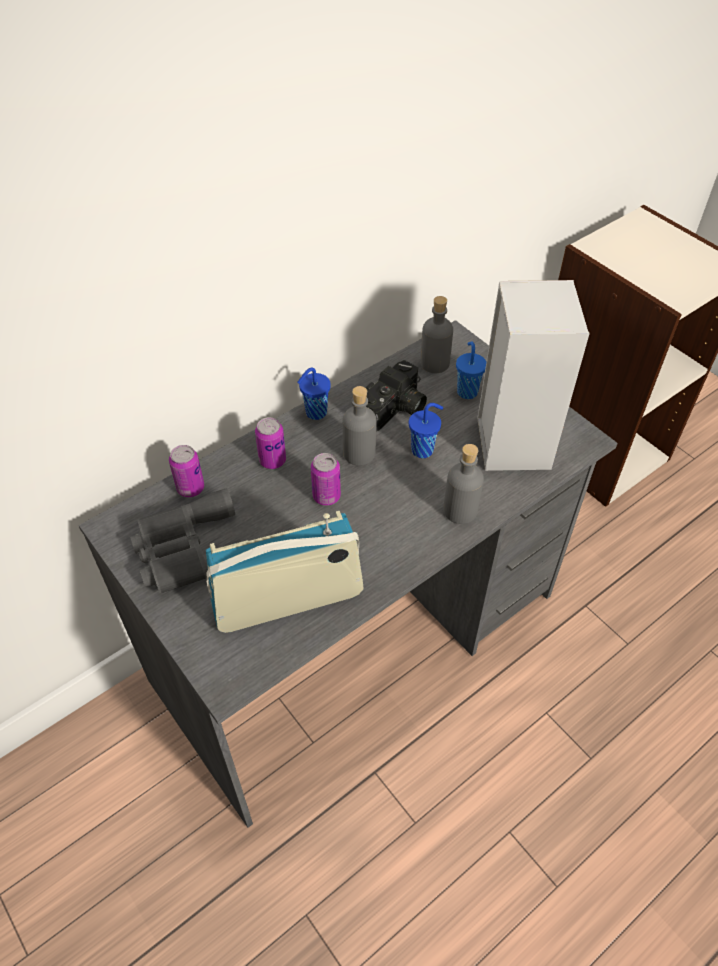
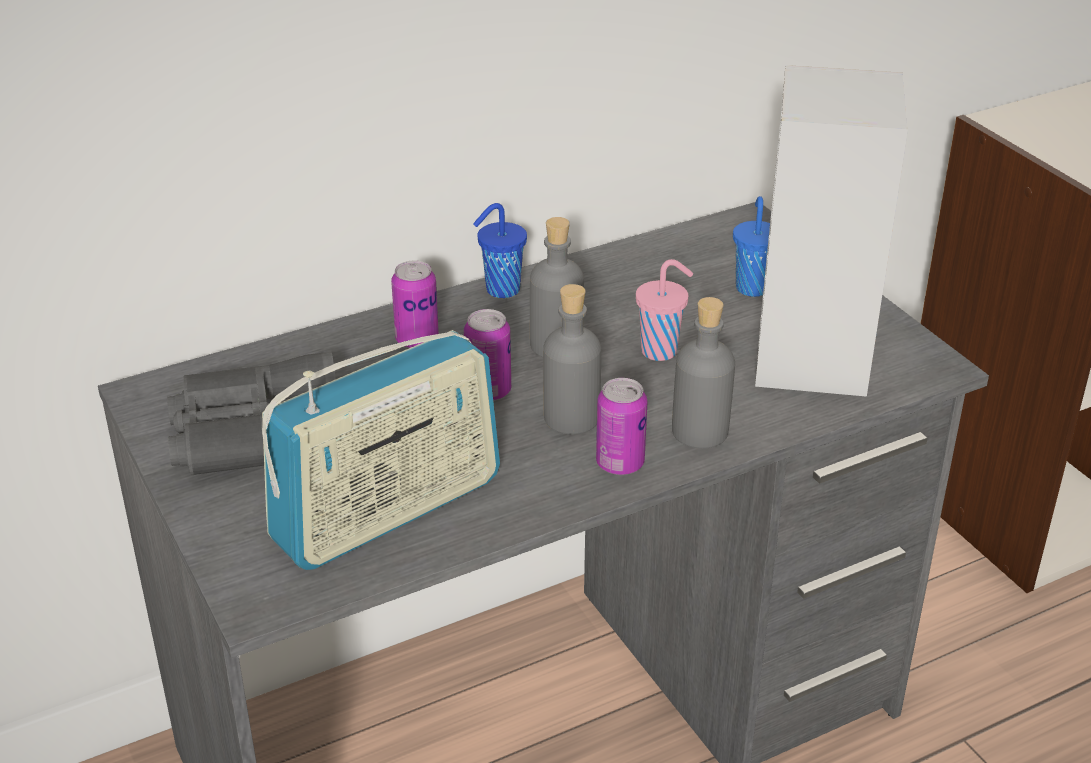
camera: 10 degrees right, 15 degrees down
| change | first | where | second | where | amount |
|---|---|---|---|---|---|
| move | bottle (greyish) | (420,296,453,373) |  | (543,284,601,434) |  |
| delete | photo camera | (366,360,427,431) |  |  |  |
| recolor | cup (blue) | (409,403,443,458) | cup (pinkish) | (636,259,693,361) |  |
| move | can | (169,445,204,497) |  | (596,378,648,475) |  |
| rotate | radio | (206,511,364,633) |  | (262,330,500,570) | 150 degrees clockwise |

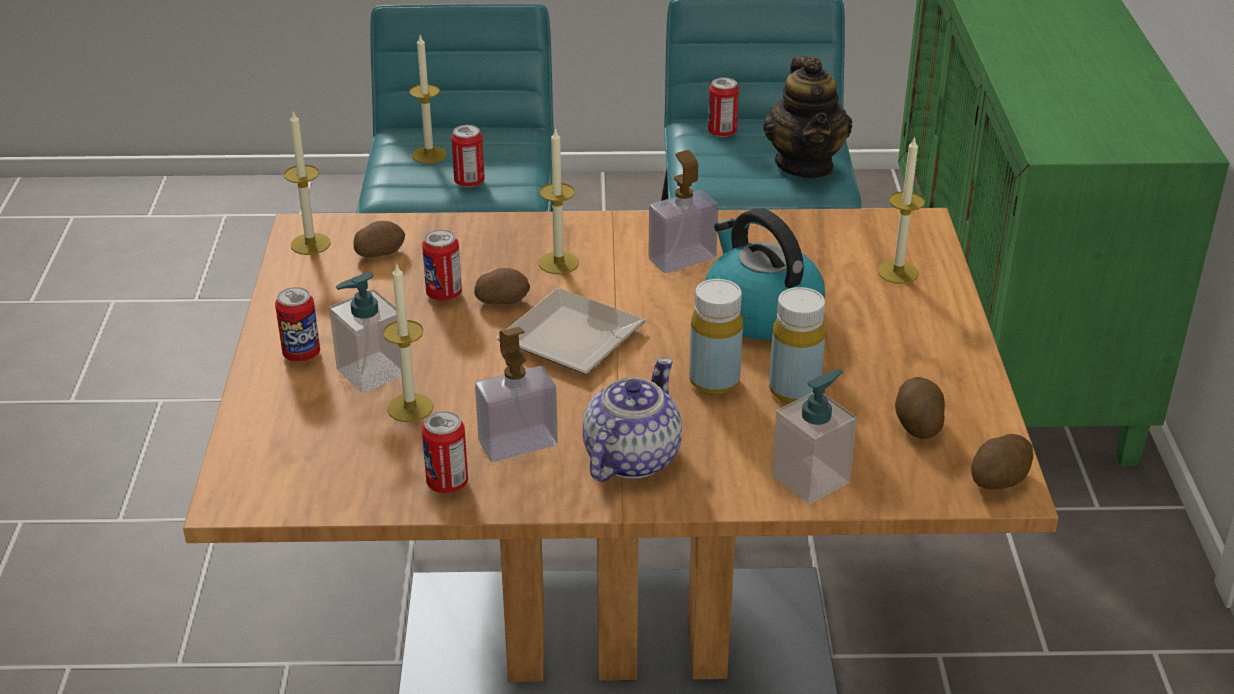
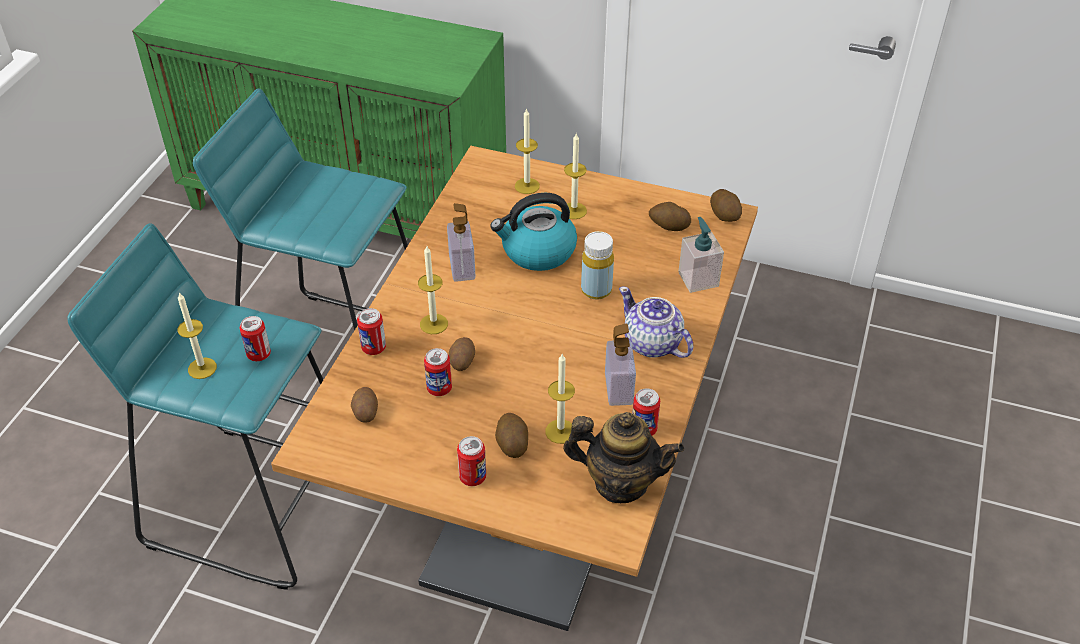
camera: 70 degrees left, 10 degrees up
| change | first | where | second | where | amount |
|---|---|---|---|---|---|
| move | tea pot | (763,56,852,178) |  | (563,412,684,503) |  |
| move | can | (708,77,739,137) |  | (357,308,386,355) |  |
| move | wax candle | (284,110,331,255) |  | (561,134,587,219) |  |
| replace | soap bottle | (329,272,402,393) | spud | (495,413,528,458) |  |
| delete | bottle (yellow-coloured) | (769,287,826,403) |  |  |  |
| delete | flat dish | (496,288,646,374) |  |  |  |

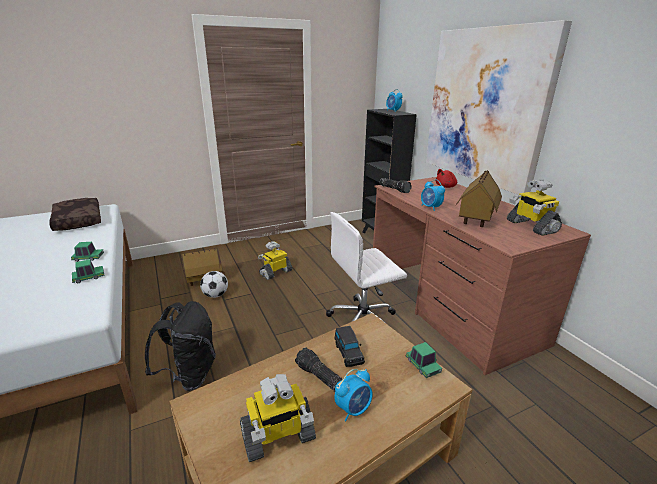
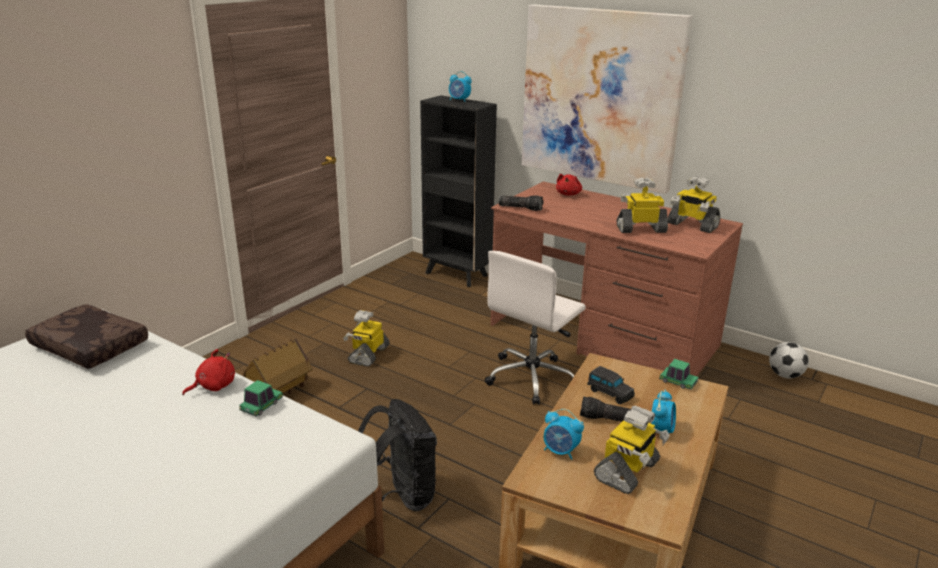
camera: 30 degrees left, 0 degrees up
| change | first | where | second | where | amount |
|---|---|---|---|---|---|
| replace | miniature house | (456,170,502,227) | toy robot | (617,177,668,233) |  |
| move | bedside clock | (421,180,445,211) |  | (544,409,584,460) |  |
| replace | model car | (71,242,104,262) | soft toy (red) | (182,349,235,395) |  |
| move | football ball | (200,271,228,298) |  | (769,342,809,378) |  |

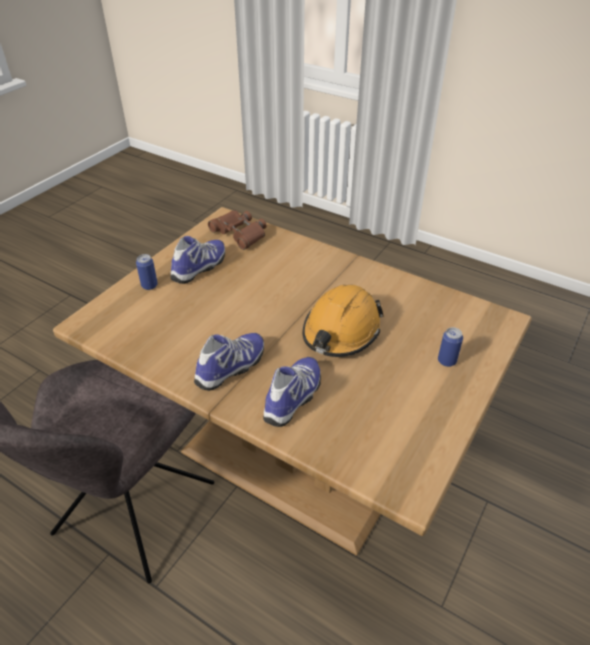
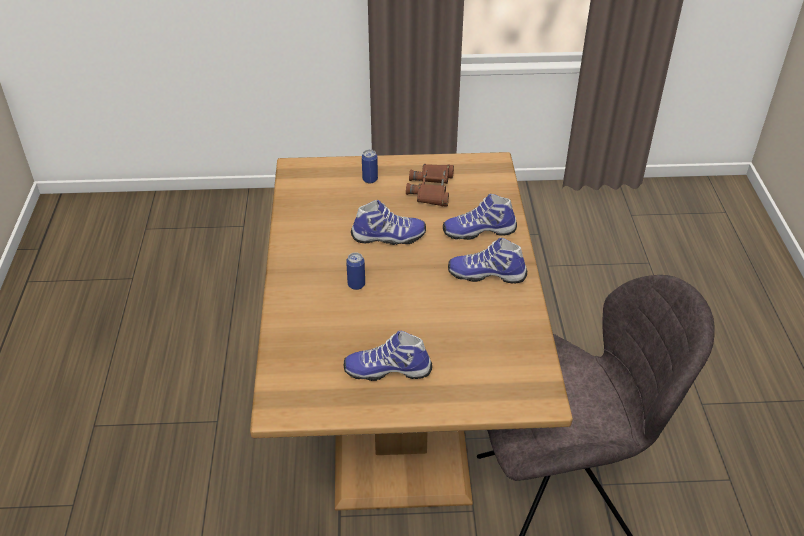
camera: 125 degrees left, 0 degrees up
| change | first | where | second | where | amount |
|---|---|---|---|---|---|
| move | field glasses (brown) | (208,210,267,250) |  | (406,164,454,207) |  |
| move | can | (136,254,158,290) |  | (346,252,365,290) |  |
| replace | safety helmet (orange-coloured) | (302,285,384,357) | low shoe | (351,200,426,245) |  |

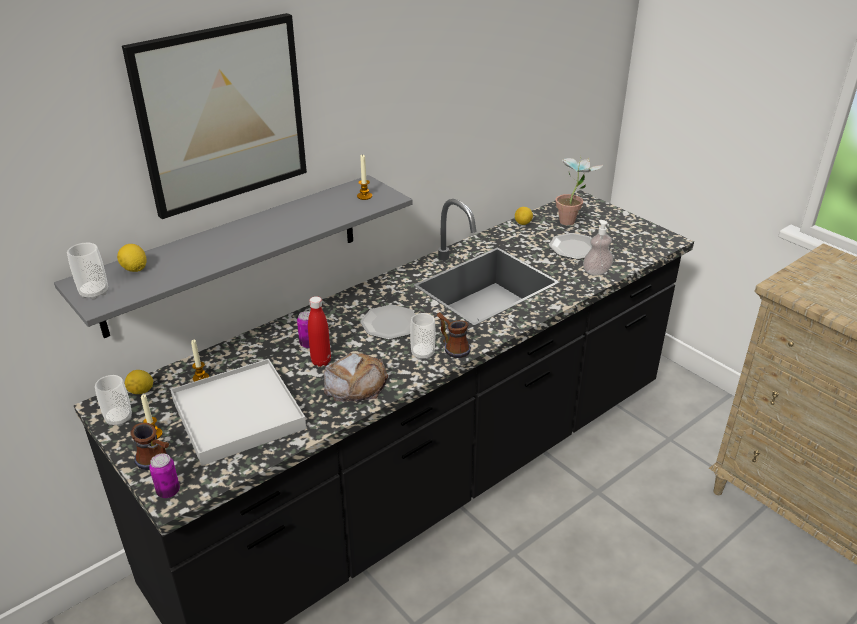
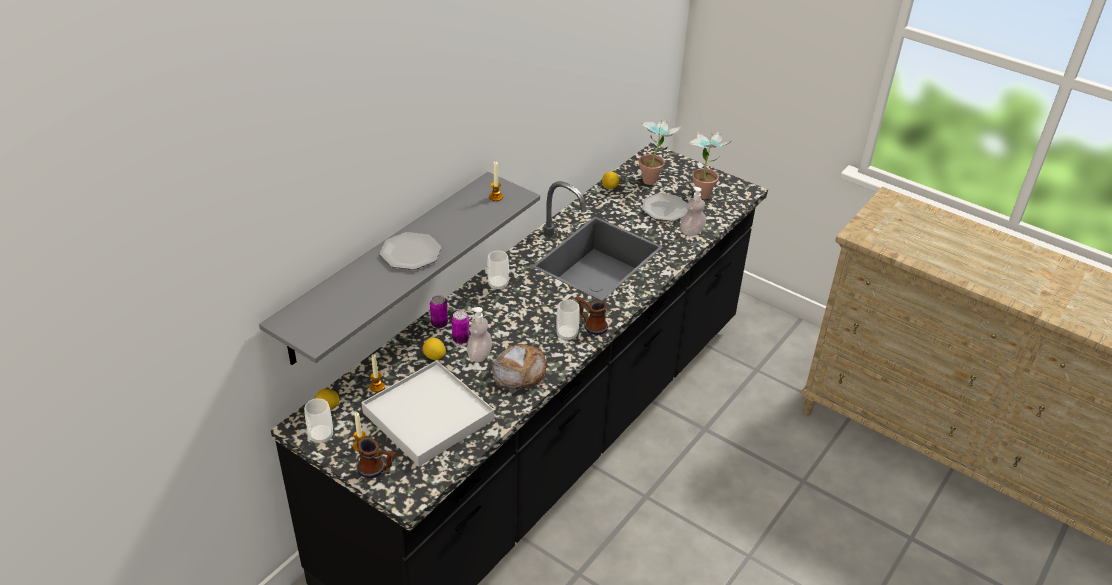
camera: 15 degrees left, 5 degrees up
| change | first | where | second | where | amount |
|---|---|---|---|---|---|
| delete | wall picture | (122,13,307,219) |  |  |  |
| move | cup | (67,243,108,300) |  | (487,251,509,290) |  |
| move | lemon | (117,244,147,272) |  | (423,338,446,360) |  |
| replace | bottle (red) | (308,296,331,367) | soap bottle | (467,307,492,362) |  |
| move | flat dish | (360,305,415,340) |  | (379,232,441,270) |  |
| move | can | (149,453,180,498) |  | (430,295,448,328) |  |
| insert |  |  | houseplant | (689,131,731,199) |  |

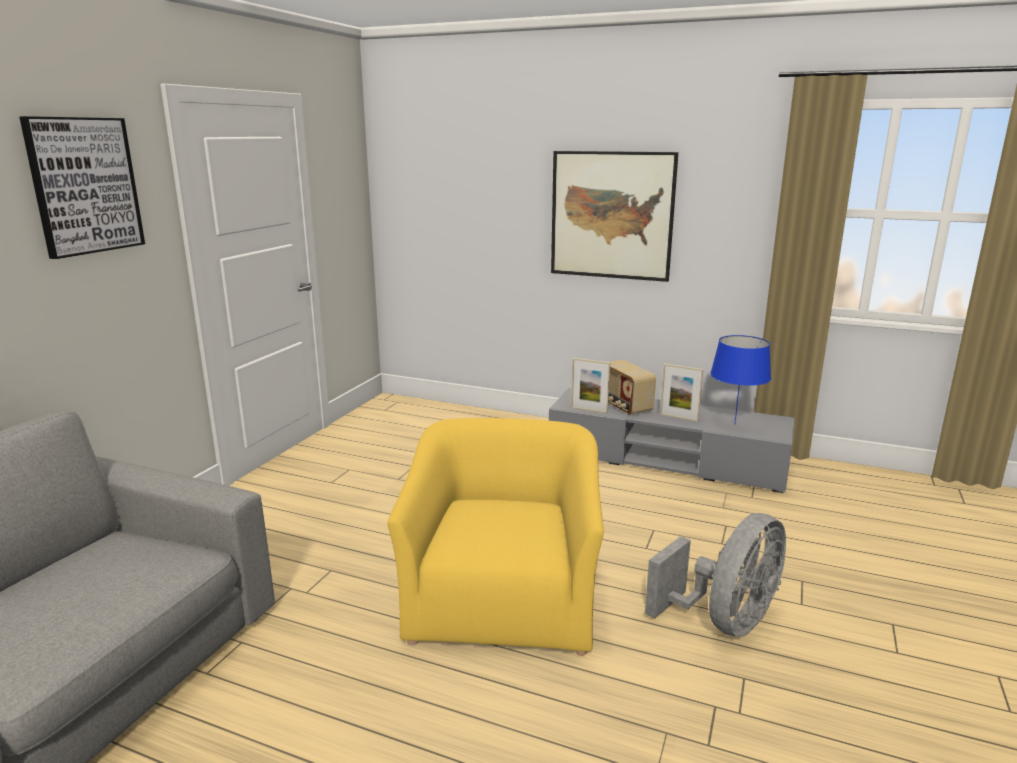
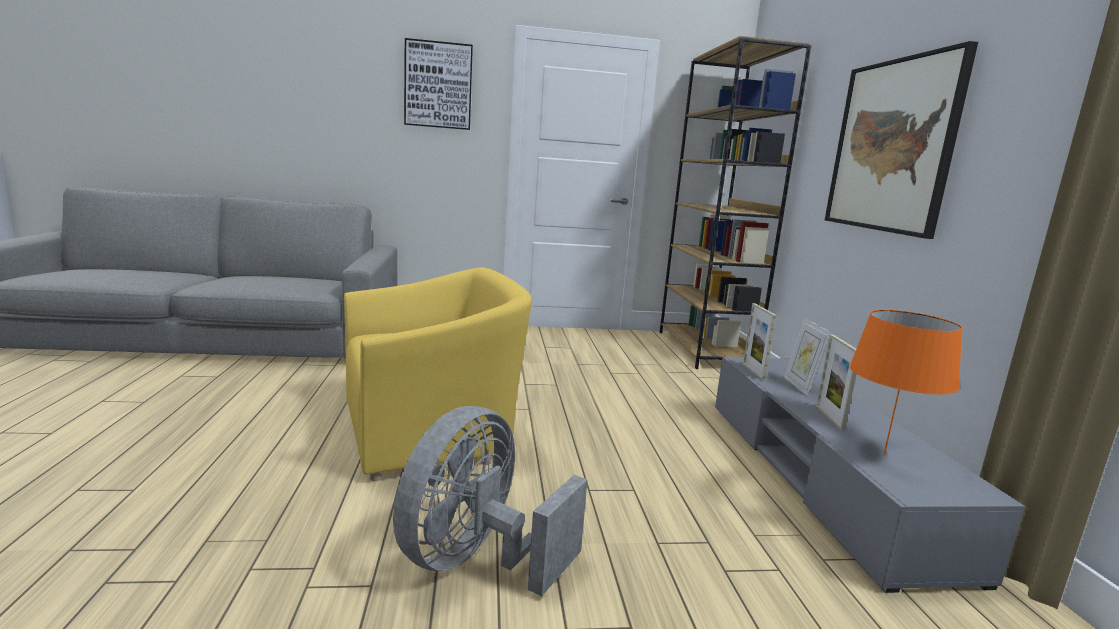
camera: 60 degrees right, 5 degrees down
| change | first | where | second | where | amount |
|---|---|---|---|---|---|
| recolor | lamp for a table (blue) | (710,335,771,425) | lamp for a table (orange-coloured) | (849,310,963,456) |  |
| replace | radio | (609,359,656,415) | picture frame | (784,318,831,396) |  |
| rotate | fan (greyish) | (645,513,786,637) |  | (393,406,588,596) | 105 degrees clockwise |
| insert |  |  | shelving unit (brown) | (660,36,811,369) |  |

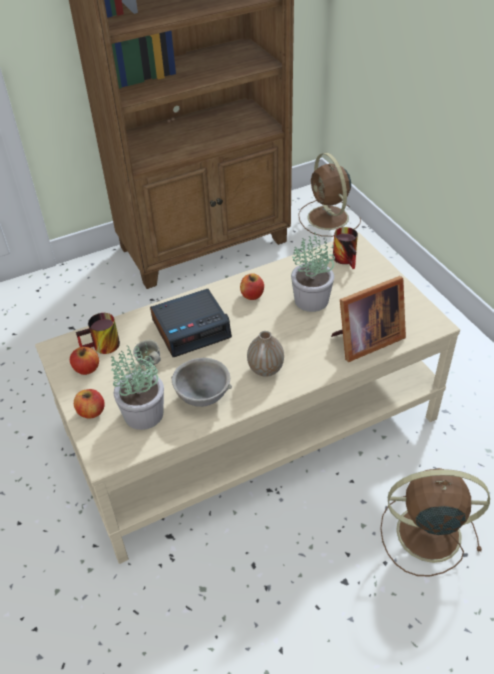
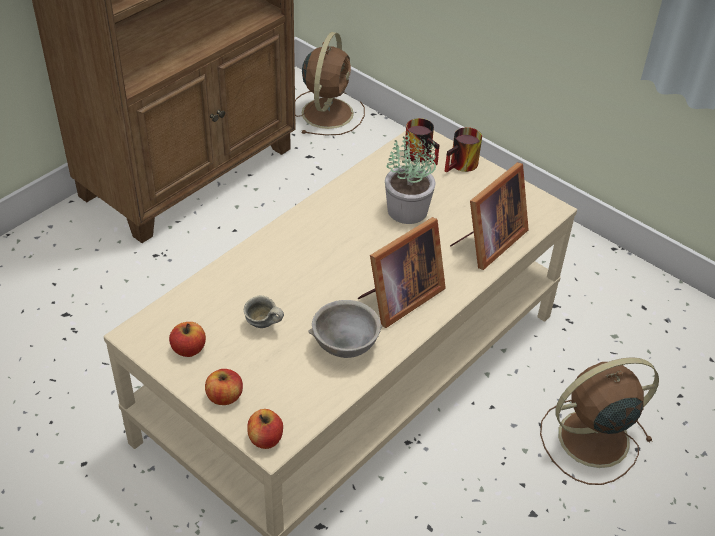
camera: 25 degrees left, 0 degrees up
| change | first | where | second | where | amount |
|---|---|---|---|---|---|
| rotate | fan (brown) | (298,153,361,237) |  | (295,32,365,135) | 120 degrees counterclockwise |
| move | whole apple | (240,273,264,300) |  | (247,409,283,449) |  |
| delete | bedside clock | (150,289,232,357) |  |  |  |
| move | mug | (76,313,120,354) |  | (445,127,482,172) |  |
| replace | vase | (247,331,284,377) | picture frame | (358,217,446,328) |  |
| delete | houseplant | (111,345,164,430) |  |  |  |

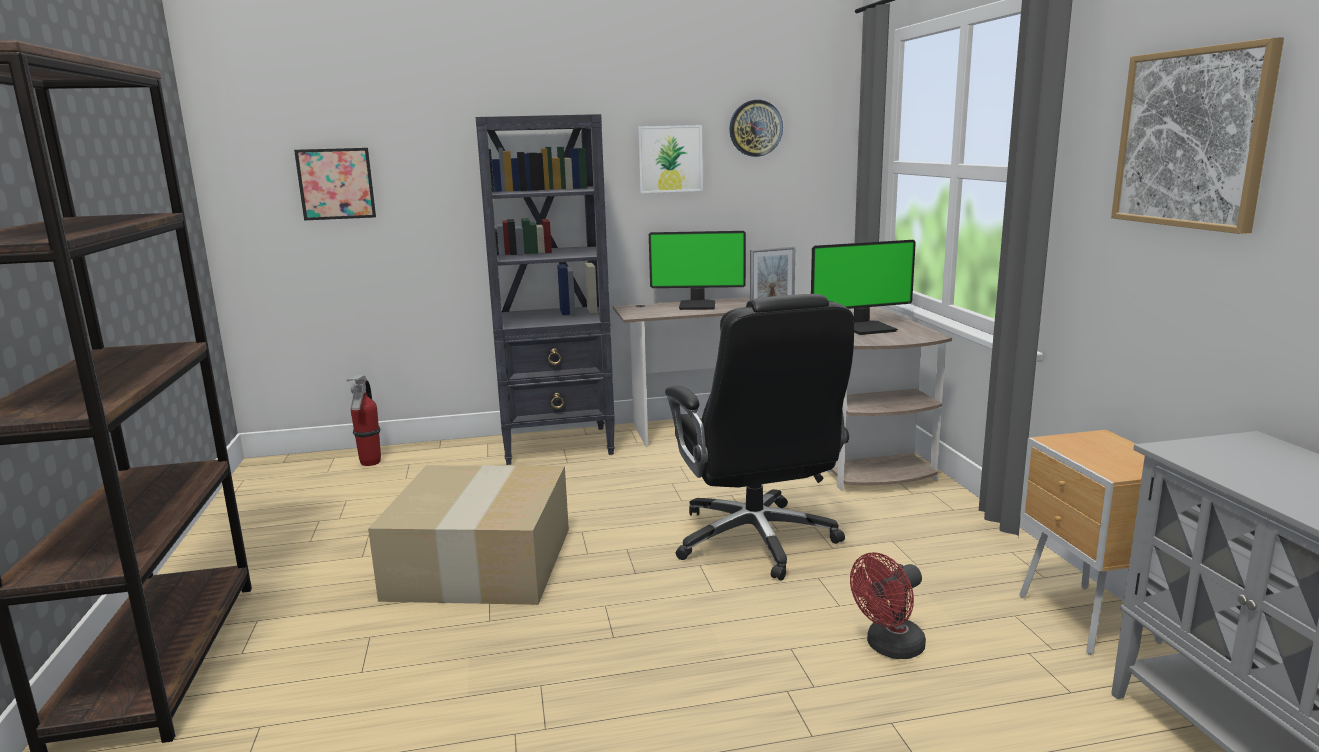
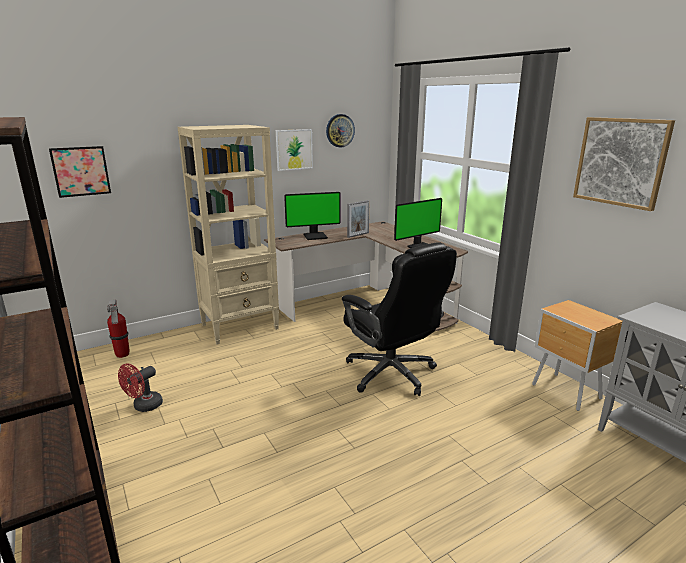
camera: 20 degrees left, 5 degrees up
| change | first | where | second | where | amount |
|---|---|---|---|---|---|
| recolor | shelving unit (blackish) | (476,114,615,465) | shelving unit (beige-coloured) | (178,125,279,345) |  |
| delete | packing box | (368,465,569,605) |  |  |  |
| move | fan (red) | (850,552,926,659) |  | (118,363,163,412) |  |

